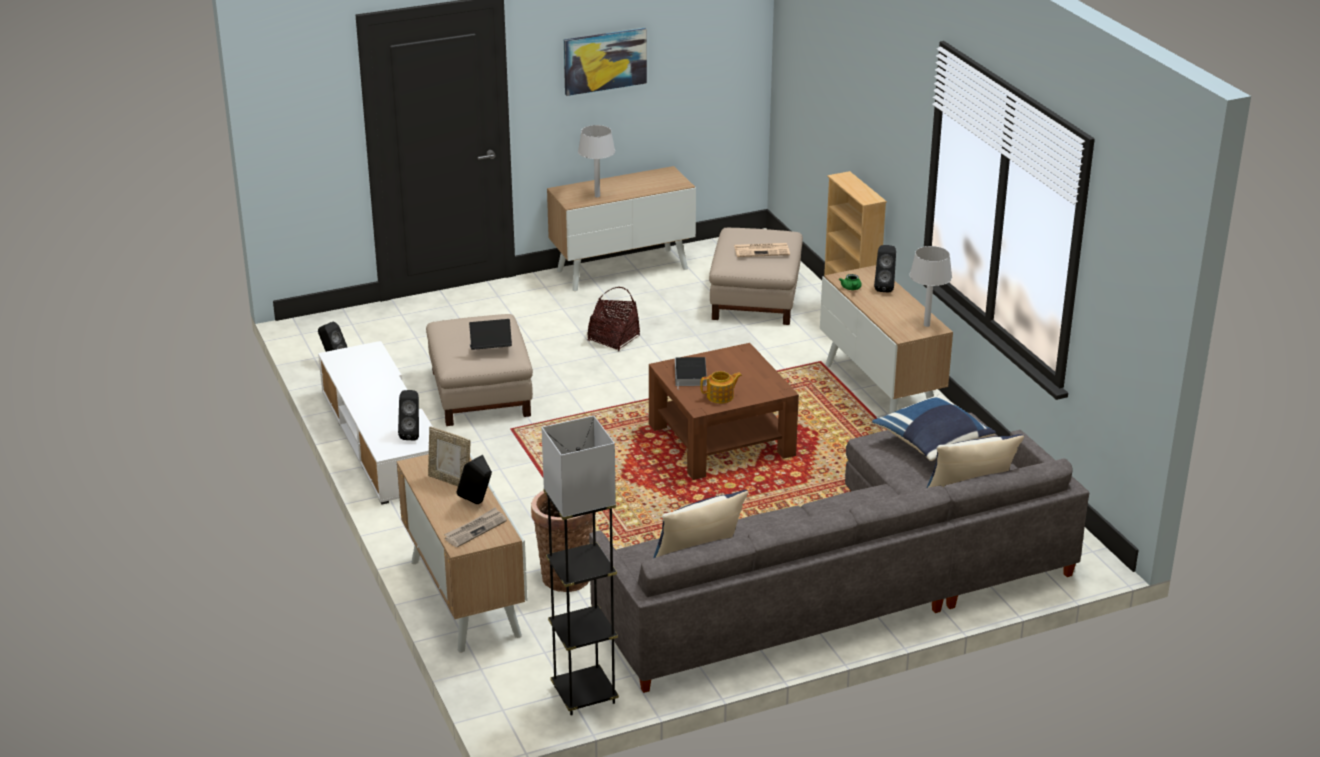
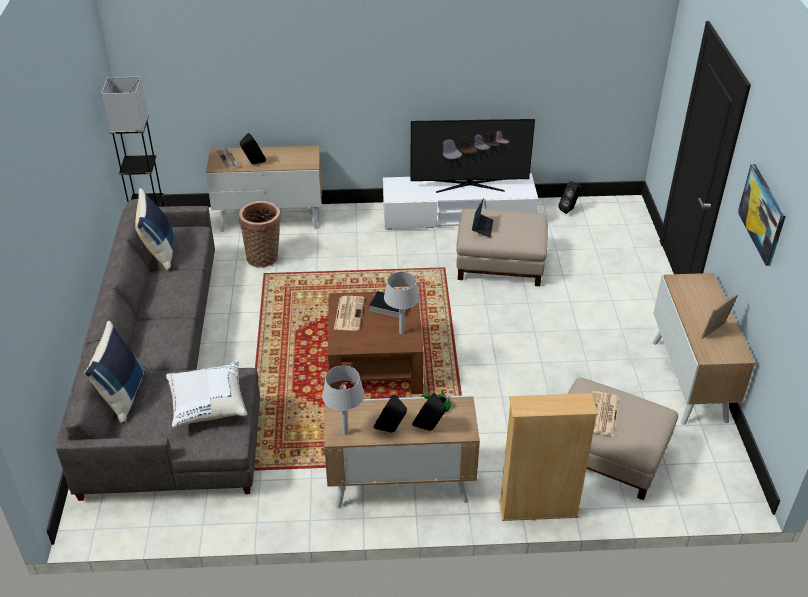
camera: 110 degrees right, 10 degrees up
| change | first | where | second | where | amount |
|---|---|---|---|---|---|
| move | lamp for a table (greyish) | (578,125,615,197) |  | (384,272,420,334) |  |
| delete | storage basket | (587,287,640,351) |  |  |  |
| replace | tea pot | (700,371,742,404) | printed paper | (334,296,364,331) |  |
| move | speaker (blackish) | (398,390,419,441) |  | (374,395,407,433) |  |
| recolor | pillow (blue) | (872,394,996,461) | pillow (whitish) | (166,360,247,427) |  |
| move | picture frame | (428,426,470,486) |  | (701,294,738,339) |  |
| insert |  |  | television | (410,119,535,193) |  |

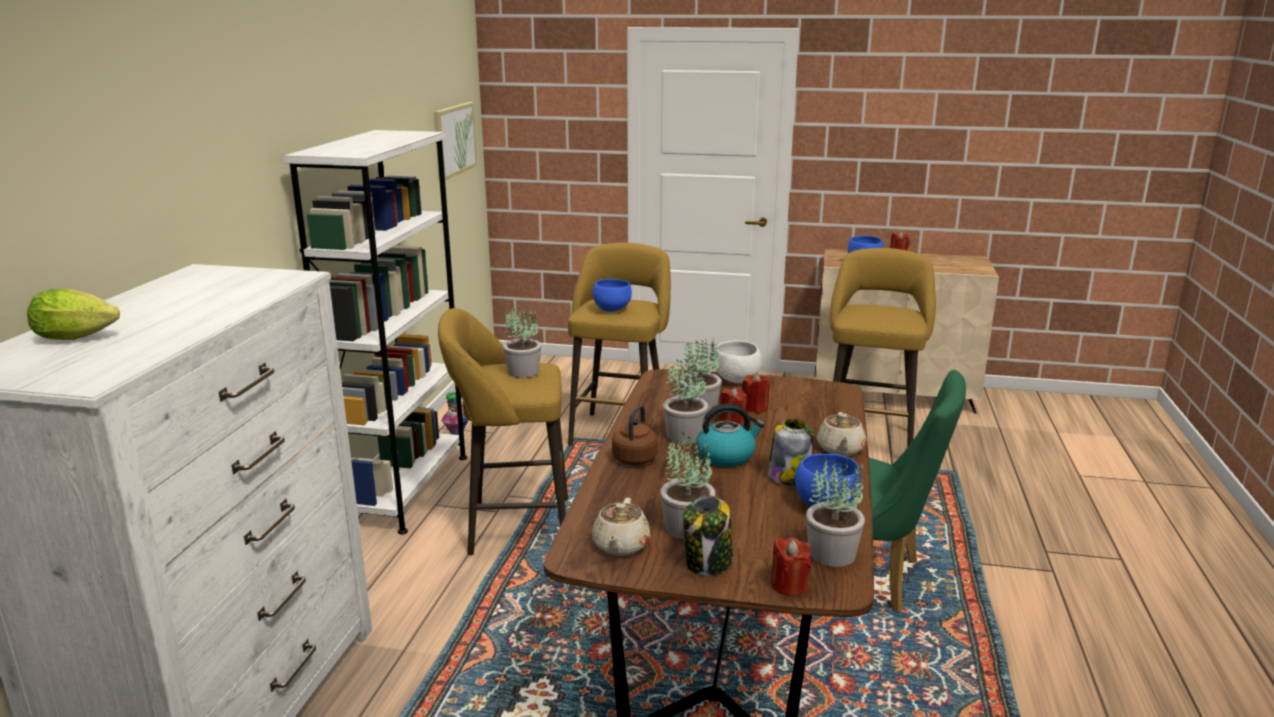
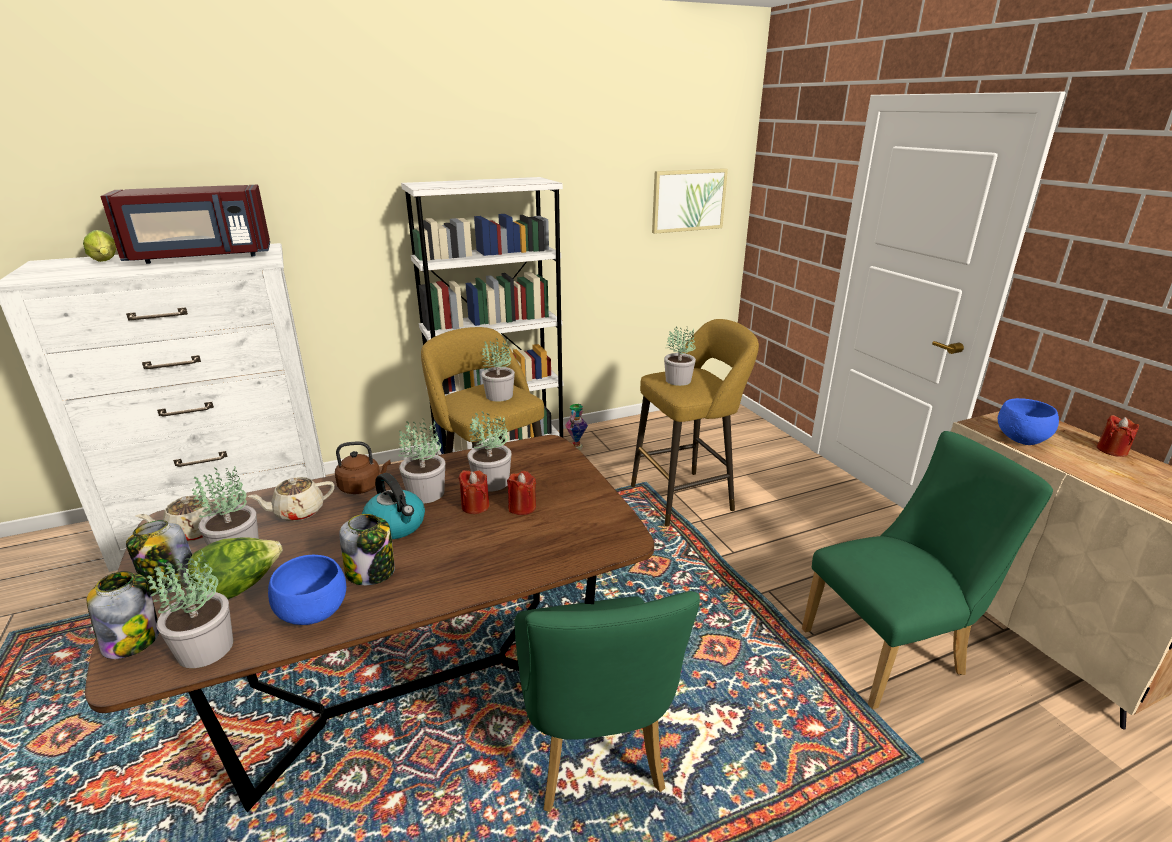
camera: 55 degrees right, 5 degrees up
| change | first | where | second | where | amount |
|---|---|---|---|---|---|
| replace | stool (yellow-coloured) | (830,248,936,448) | plain chair (green) | (802,431,1053,709) |  |
| replace | serving bowl (blue) | (592,279,632,312) | houseplant | (664,326,696,386) |  |
| delete | serving bowl (whitish) | (715,341,762,383) |  |  |  |
| move | tea pot (beige-coloured) | (817,412,866,456) |  | (247,477,335,521) |  |
| replace | wax candle (red) | (771,537,811,596) | storage jar | (86,571,159,659) |  |
| insert |  |  | kitchen microwave (red) | (100,185,270,264) |  |
| insert |  |  | lettuce | (188,537,283,599) |  |

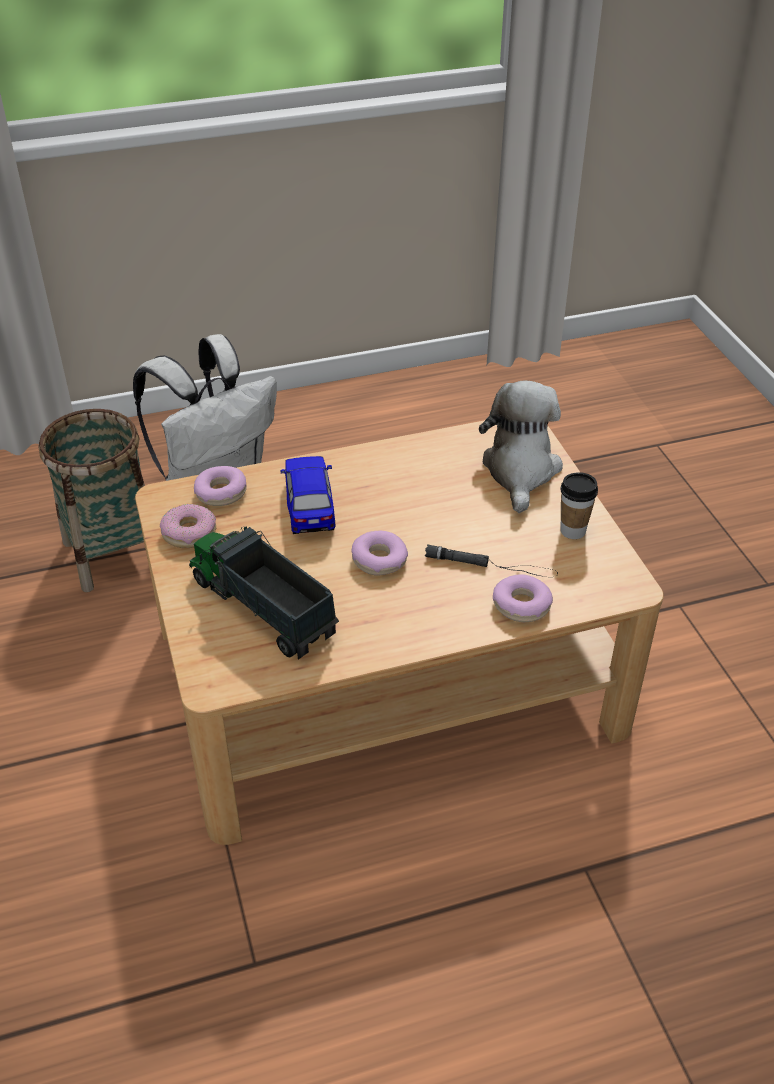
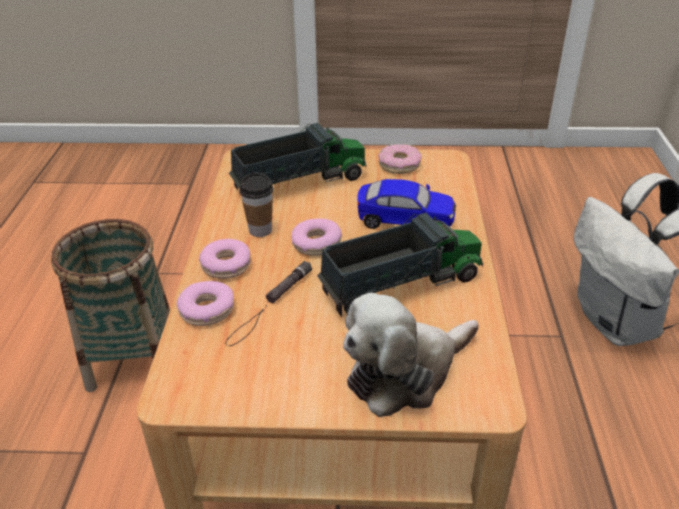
camera: 110 degrees right, 5 degrees down
| change | first | where | second | where | amount |
|---|---|---|---|---|---|
| rotate | soft toy | (479,380,563,513) |  | (343,292,479,417) | 120 degrees clockwise |
| move | storage basket | (38,409,145,592) |  | (51,219,170,392) |  |
| move | donut | (194,466,247,506) |  | (199,239,251,279) |  |
| move | cup | (560,472,598,539) |  | (240,173,274,237) |  |
| insert |  |  | toy lorry | (317,213,483,317) |  |

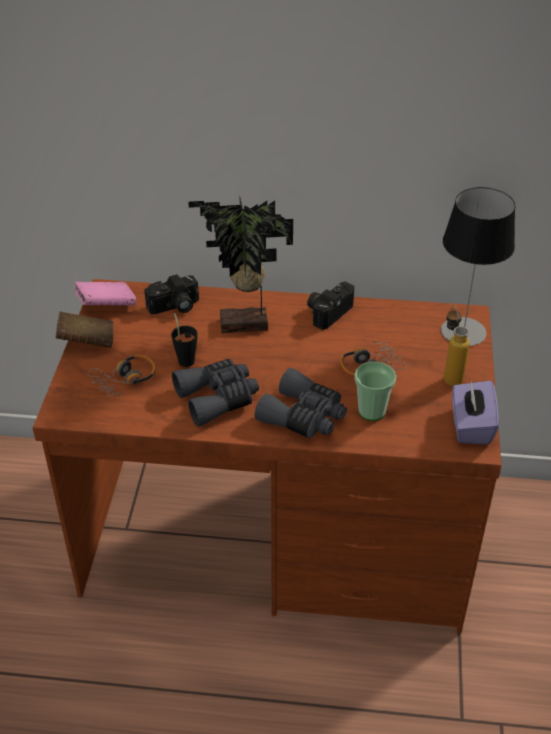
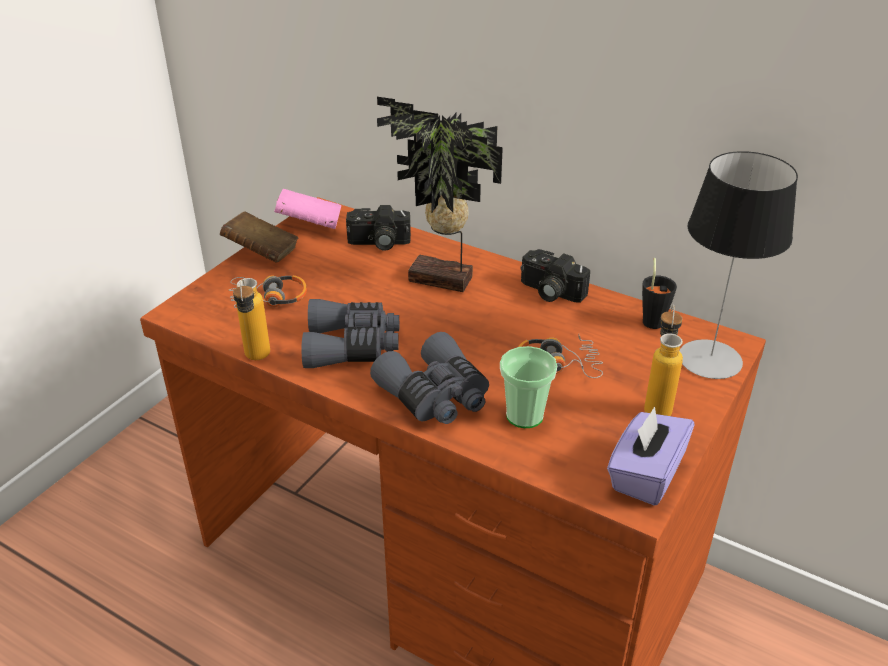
camera: 25 degrees right, 5 degrees down
| change | first | where | second | where | amount |
|---|---|---|---|---|---|
| rotate | photo camera | (307,282,355,330) |  | (520,249,590,303) | 120 degrees counterclockwise |
| move | cup (blackish) | (171,313,198,367) |  | (642,258,677,329) |  |
| insert |  |  | bottle | (233,278,270,360) |  |

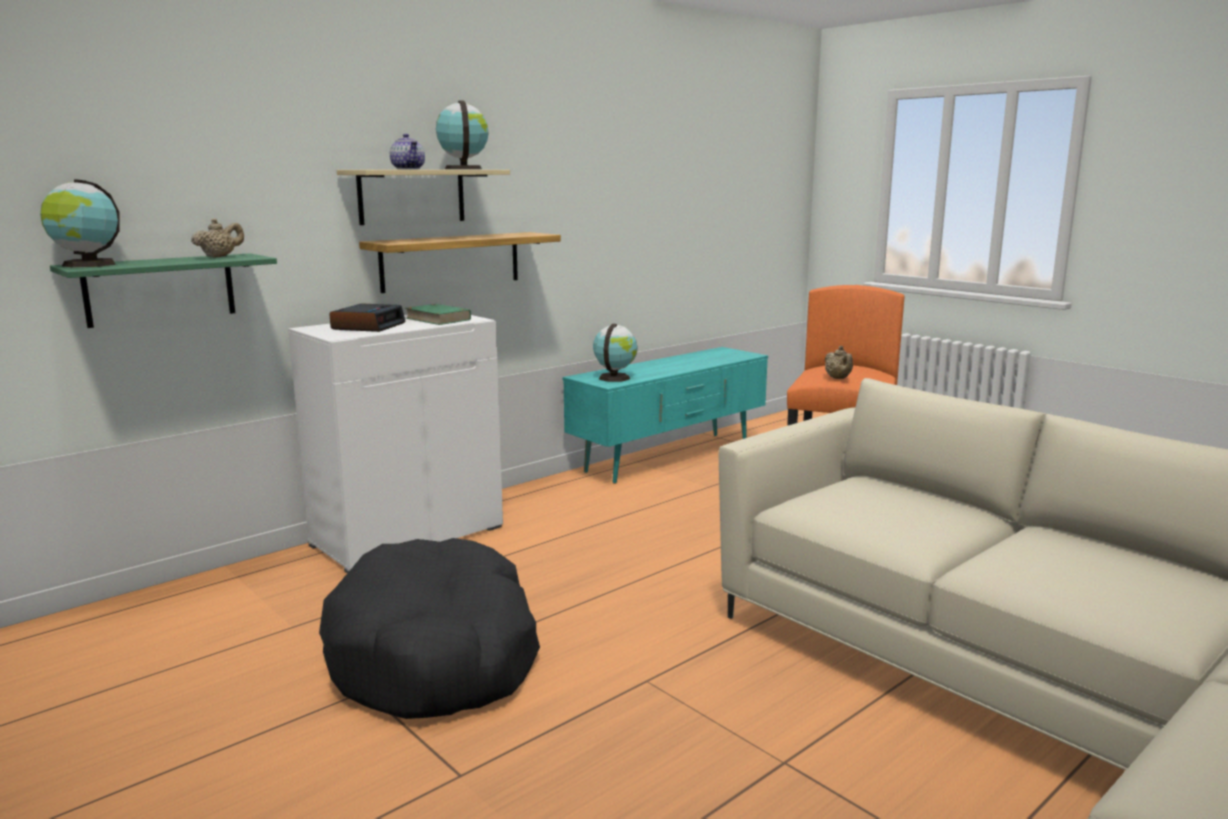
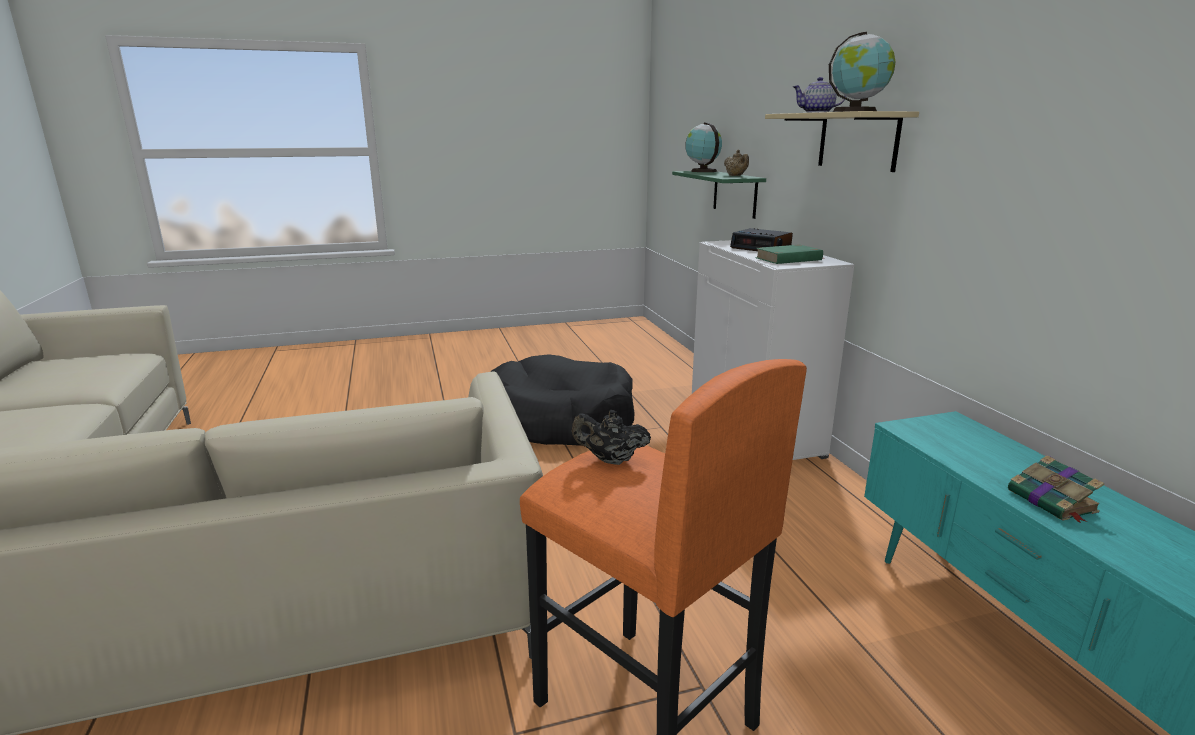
camera: 115 degrees right, 5 degrees up
| change | first | where | second | where | amount |
|---|---|---|---|---|---|
| delete | bracket shelf | (359,232,561,293) |  |  |  |
| delete | world globe | (593,324,638,382) |  |  |  |
| recolor | tea pot (beige-coloured) | (825,346,853,379) | tea pot (blackish) | (572,410,651,465) |  |
| insert |  |  | bound book | (1008,455,1104,523) |  |

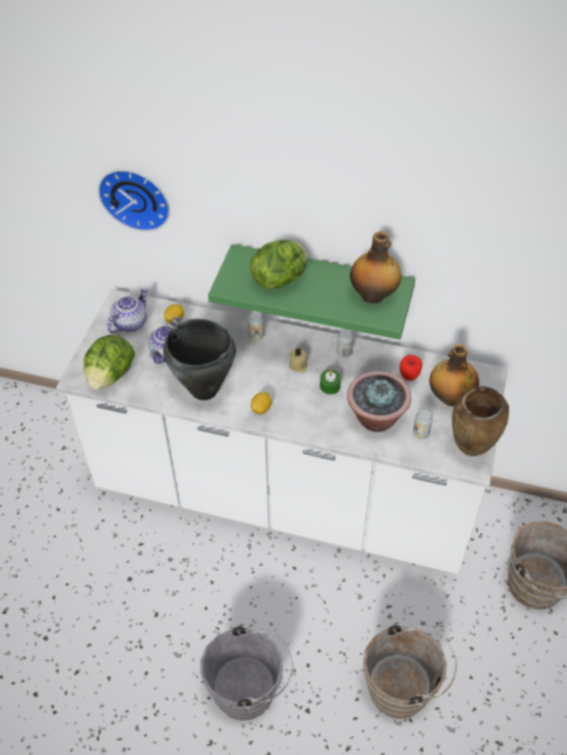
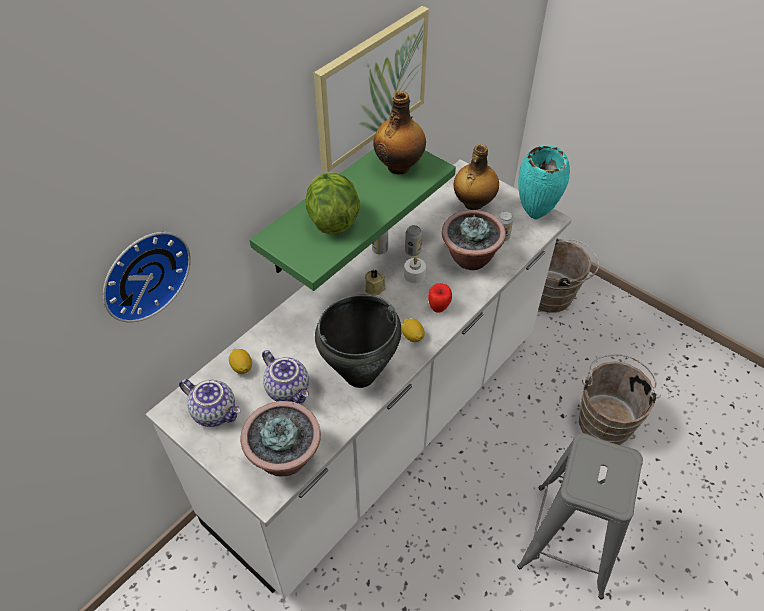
camera: 65 degrees left, 0 degrees up
| change | first | where | second | where | amount |
|---|---|---|---|---|---|
| rotate | tea pot | (107,288,147,333) |  | (179,379,241,427) | 150 degrees clockwise |
| move | can | (248,312,264,341) |  | (405,225,422,256) |  |
| replace | lettuce | (83,335,135,390) | houseplant | (241,401,321,477) |  |
| move | whole apple | (400,355,422,381) |  | (428,283,452,313) |  |
| recolor | wax candle (green) | (320,370,341,395) | wax candle (whitish) | (404,257,426,283) |  |
| recolor | vase (brown) | (452,386,509,456) | vase (blue-green) | (518,146,570,219) |  |
| replace | pail (greyish) | (200,624,293,721) | stool (greyish) | (517,433,643,600) |  |
| insert |  |  | wall picture | (314,6,429,172) |  |

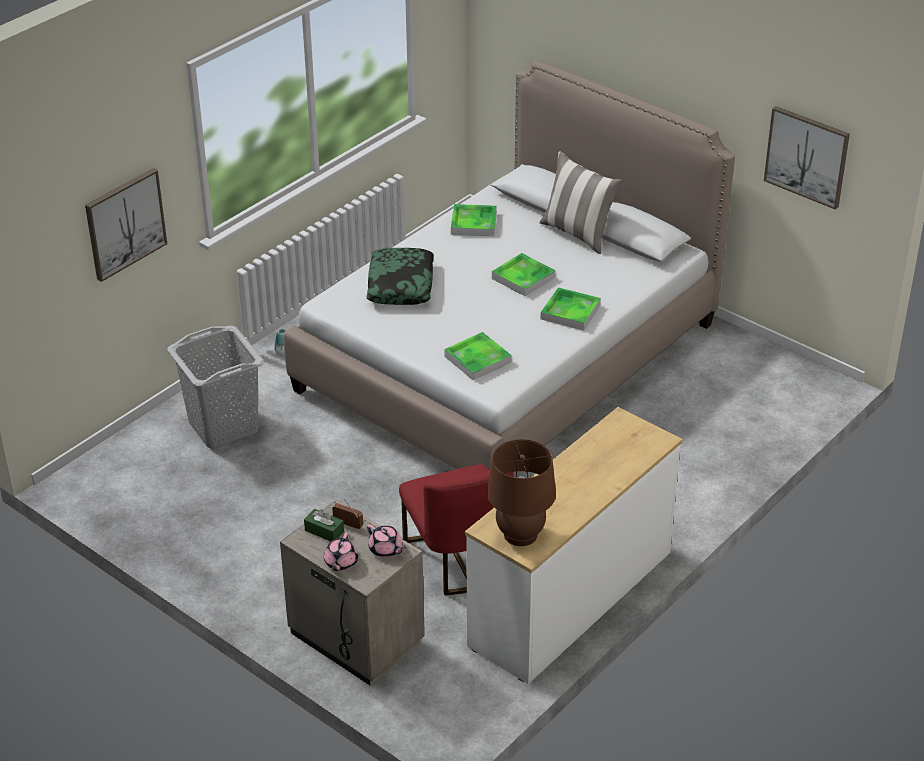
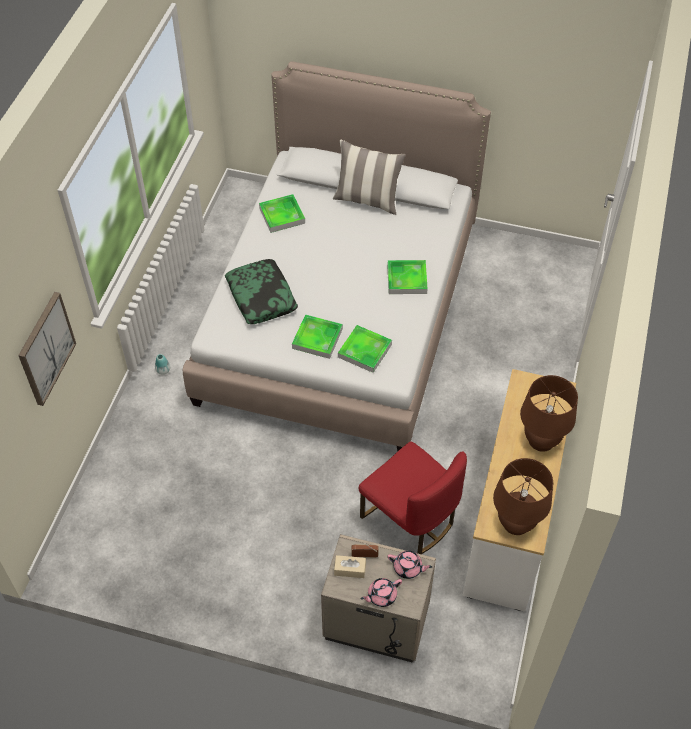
camera: 25 degrees left, 15 degrees up
| change | first | where | second | where | amount |
|---|---|---|---|---|---|
| delete | wall picture | (764,106,850,210) |  |  |  |
| move | carrying tray | (492,253,555,296) |  | (292,314,343,359) |  |
| delete | washing basket (greyish) | (167,326,264,448) |  |  |  |
| recolor | tissue holder (green) | (304,509,344,541) | tissue holder (beige-coloured) | (334,555,366,578) |  |
| rotate | tea pot (pinkish) | (324,533,358,571) |  | (361,578,402,607) | 75 degrees clockwise |
| insert |  |  | lamp for a table (brown) | (520,375,578,452) |  |

